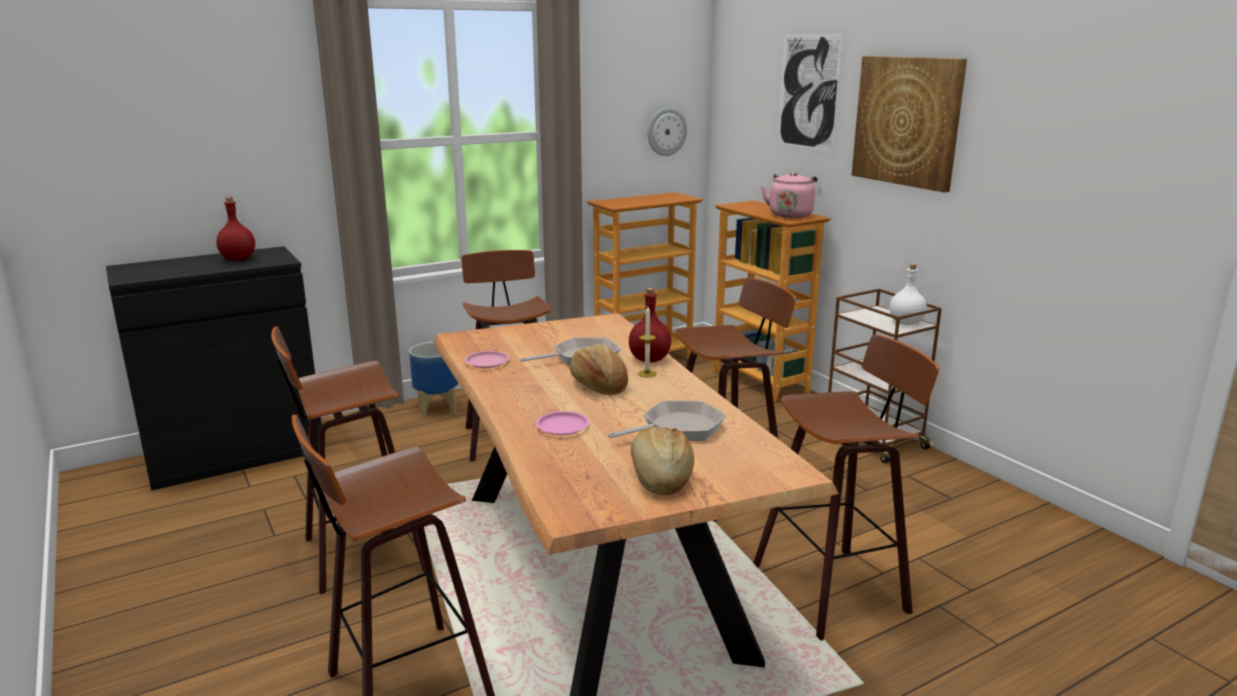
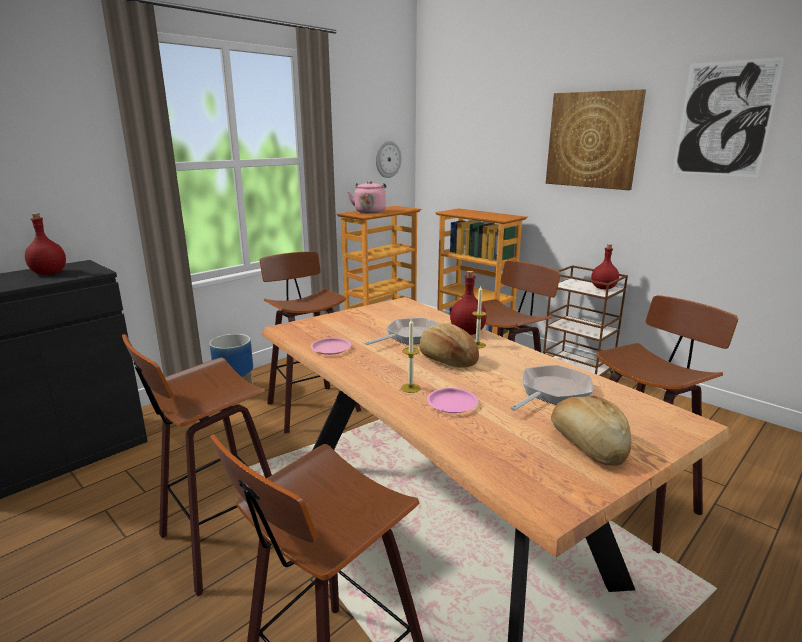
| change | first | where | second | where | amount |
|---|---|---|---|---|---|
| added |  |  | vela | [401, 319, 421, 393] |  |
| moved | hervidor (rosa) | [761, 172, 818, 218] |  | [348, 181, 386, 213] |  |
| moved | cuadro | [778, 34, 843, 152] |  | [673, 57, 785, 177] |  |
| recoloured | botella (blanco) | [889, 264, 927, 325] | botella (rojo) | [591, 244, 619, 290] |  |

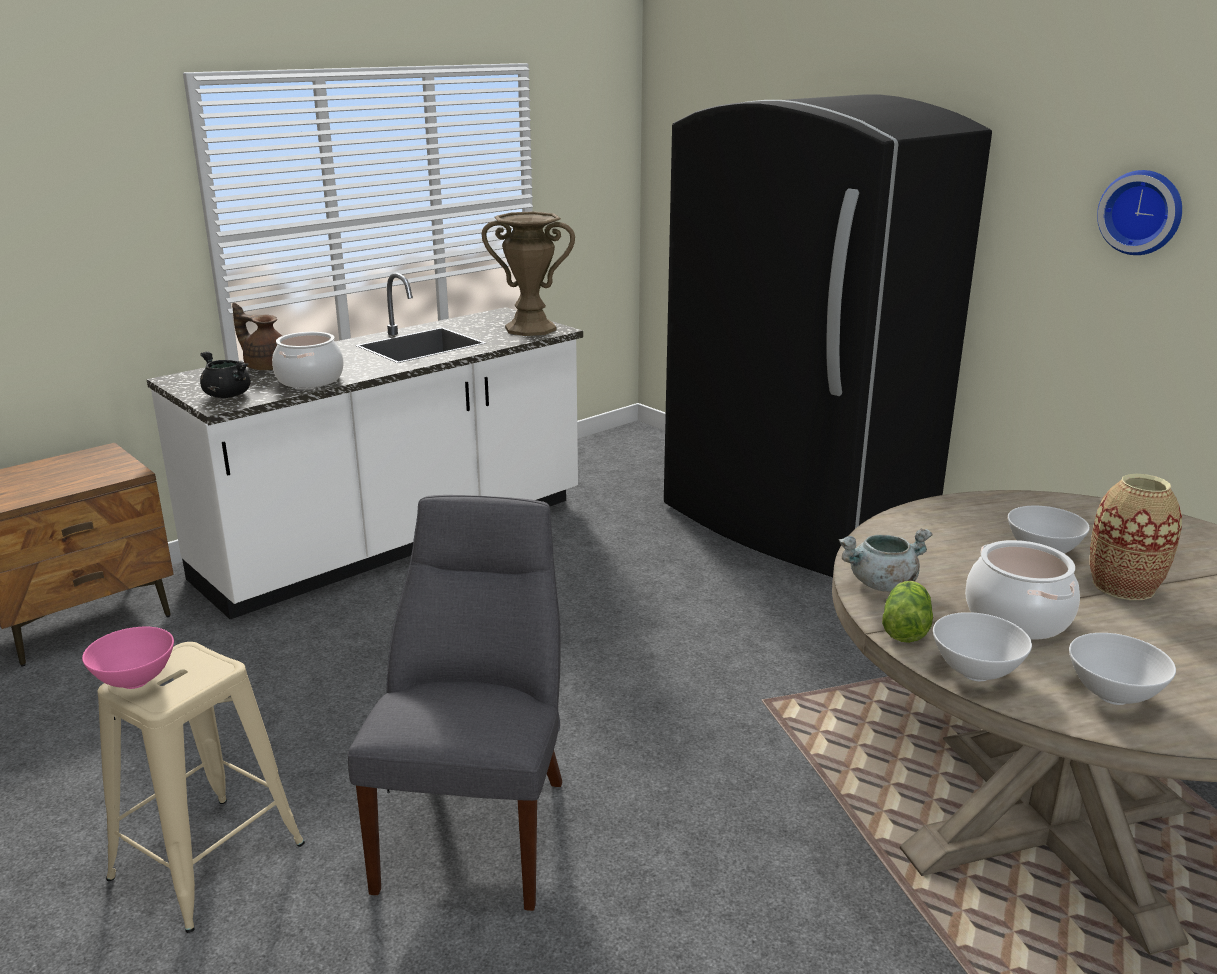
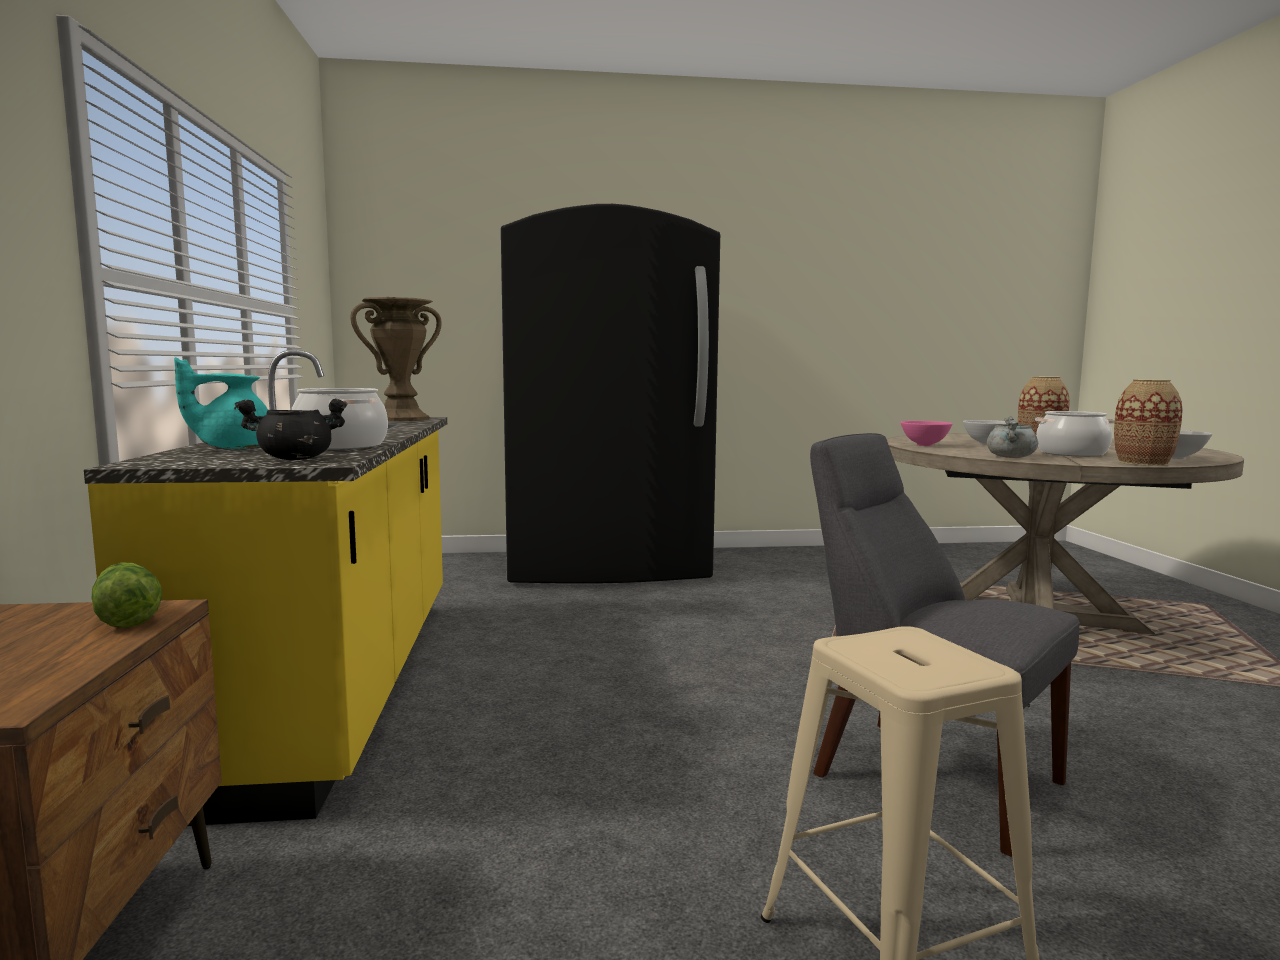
| change | first | where | second | where | amount |
|---|---|---|---|---|---|
| removed | reloj de pared | [1097, 170, 1182, 255] |  |  |  |
| moved | cuenco (rosa) | [82, 627, 174, 689] |  | [900, 421, 953, 446] |  |
| moved | lechuga | [882, 581, 933, 643] |  | [91, 563, 162, 628] |  |
| replaced | cuenco (blanco) | [933, 612, 1032, 681] | florero | [1114, 379, 1183, 466] |  |
| recoloured | mueble bajo de cocina (blanco) | [147, 273, 583, 619] | mueble bajo de cocina (amarillo) | [84, 350, 447, 826] |  |
| recoloured | tetera (marrón) | [232, 303, 282, 370] | tetera (turquesa) | [174, 357, 268, 449] |  |

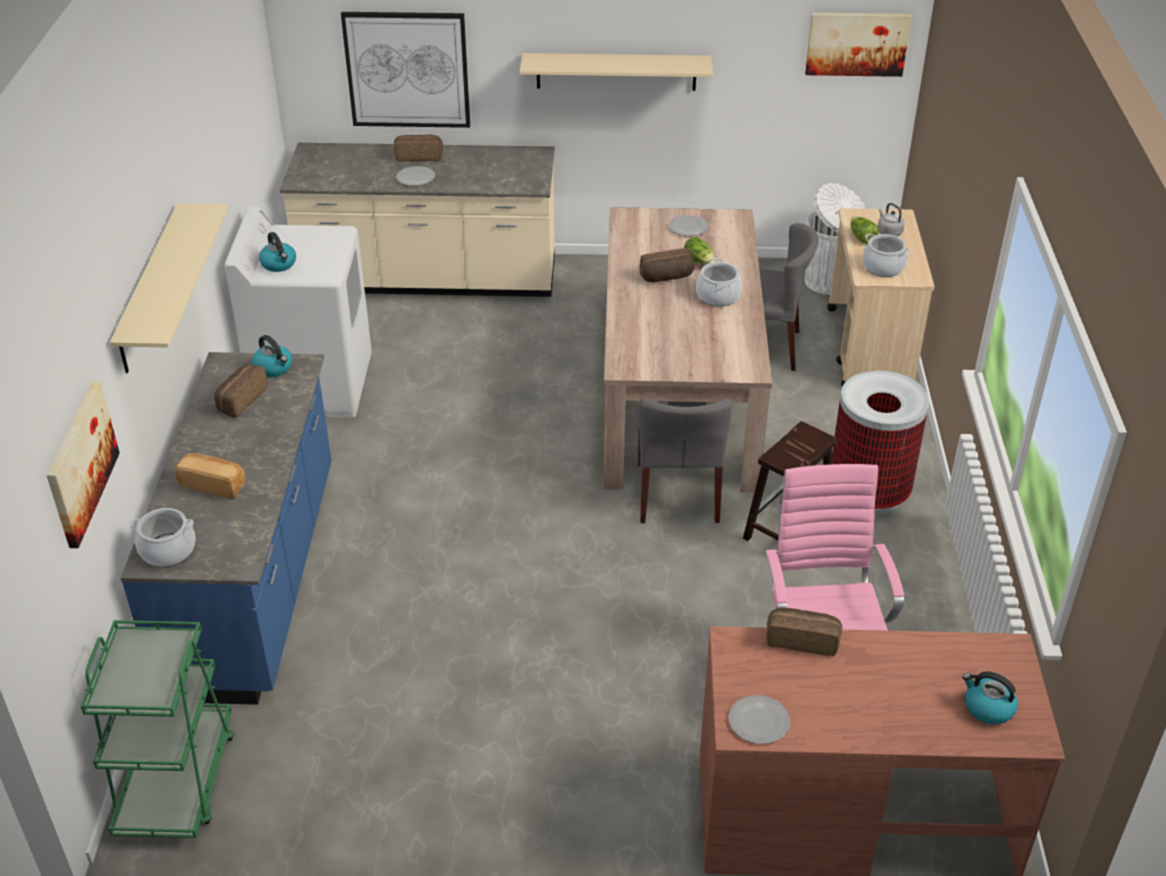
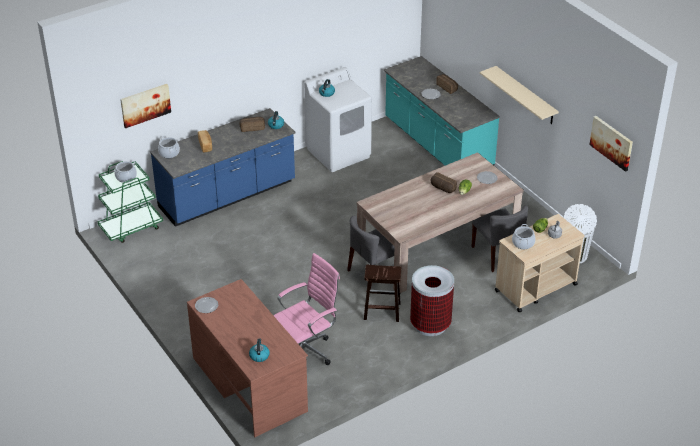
| change | first | where | second | where | amount |
|---|---|---|---|---|---|
| removed | estante (beis) | [110, 203, 229, 373] |  |  |  |
| removed | cuadro | [341, 12, 470, 128] |  |  |  |
| removed | pan | [766, 608, 842, 656] |  |  |  |
| moved | olla | [696, 258, 742, 306] |  | [114, 161, 137, 183] |  |
| recoloured | mueble bajo de cocina (beis) | [280, 143, 555, 297] | mueble bajo de cocina (turquesa) | [384, 56, 500, 166] |  |

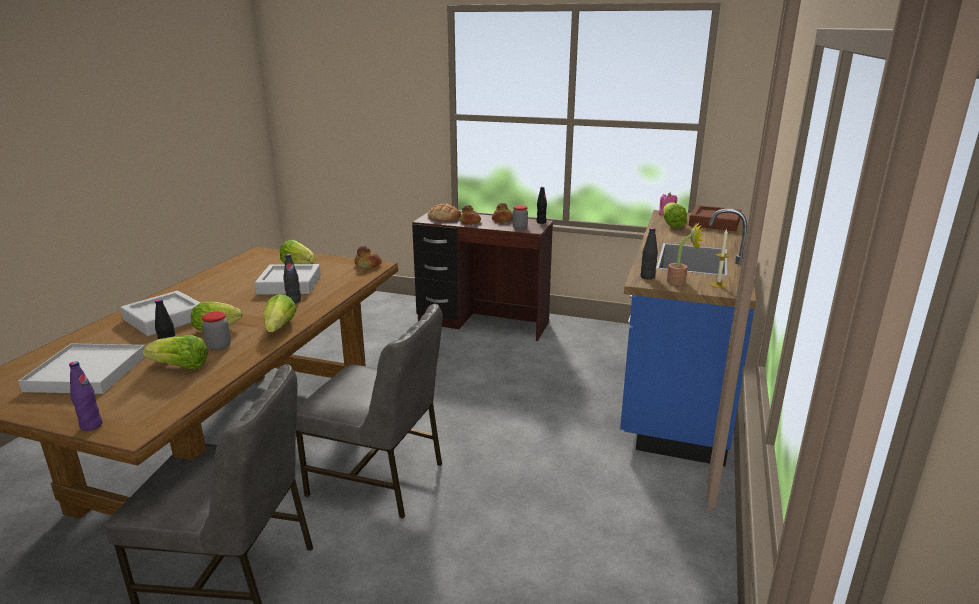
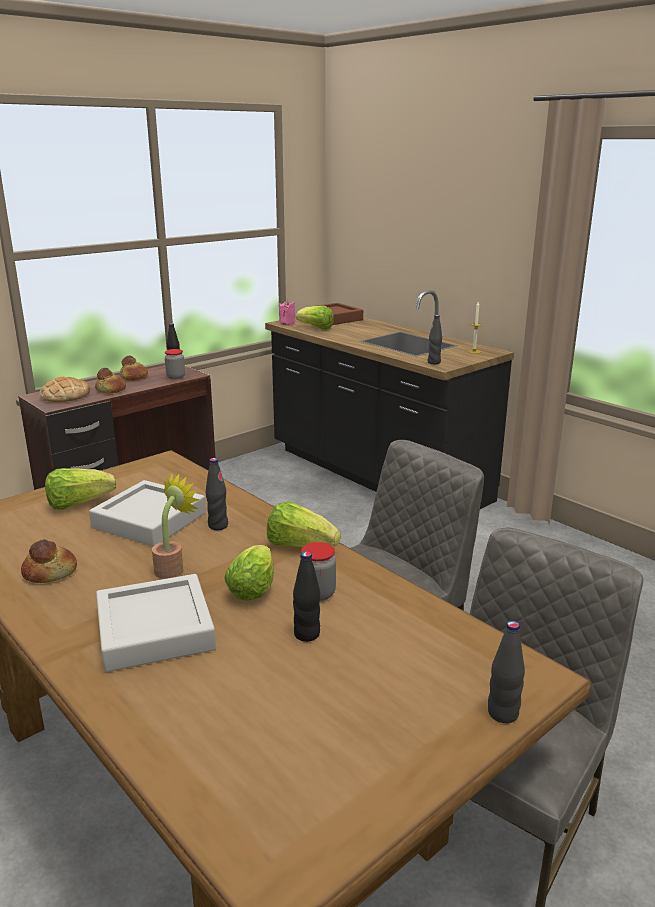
| change | first | where | second | where | amount |
|---|---|---|---|---|---|
| removed | bandeja (blanco) | [18, 344, 145, 394] |  |  |  |
| removed | lechuga | [143, 335, 208, 369] |  |  |  |
| moved | pan | [355, 246, 381, 268] |  | [21, 539, 77, 583] |  |
| moved | planta en maceta | [667, 222, 704, 285] |  | [152, 473, 200, 579] |  |
| recoloured | botella (morado) | [69, 361, 102, 431] | botella (negro) | [488, 621, 525, 723] |  |
| recoloured | mueble bajo de cocina (azul) | [620, 208, 756, 466] | mueble bajo de cocina (negro) | [265, 290, 514, 509] |  |

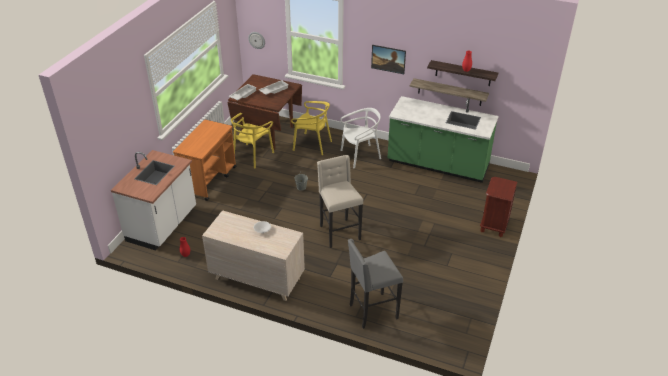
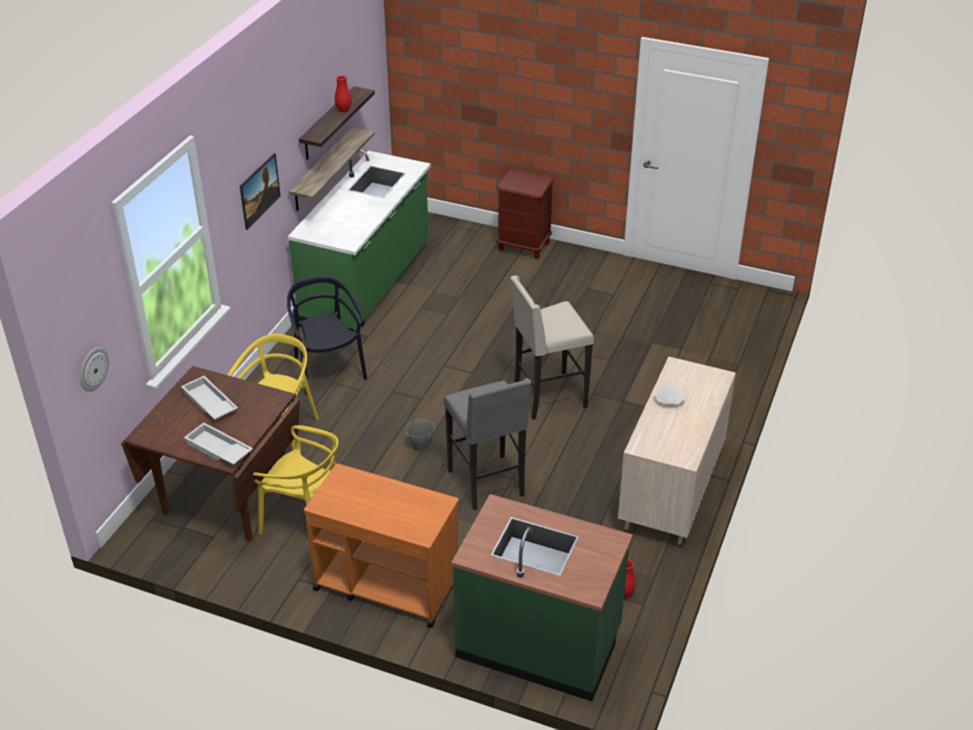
| change | first | where | second | where | amount |
|---|---|---|---|---|---|
| moved | taburete (gris) | [348, 239, 403, 329] |  | [444, 378, 531, 510] |  |
| recoloured | mueble bajo de cocina (blanco) | [111, 150, 196, 250] | mueble bajo de cocina (verde) | [451, 494, 633, 701] |  |
| recoloured | silla (blanco) | [340, 108, 381, 168] | silla (negro) | [287, 275, 367, 395] |  |

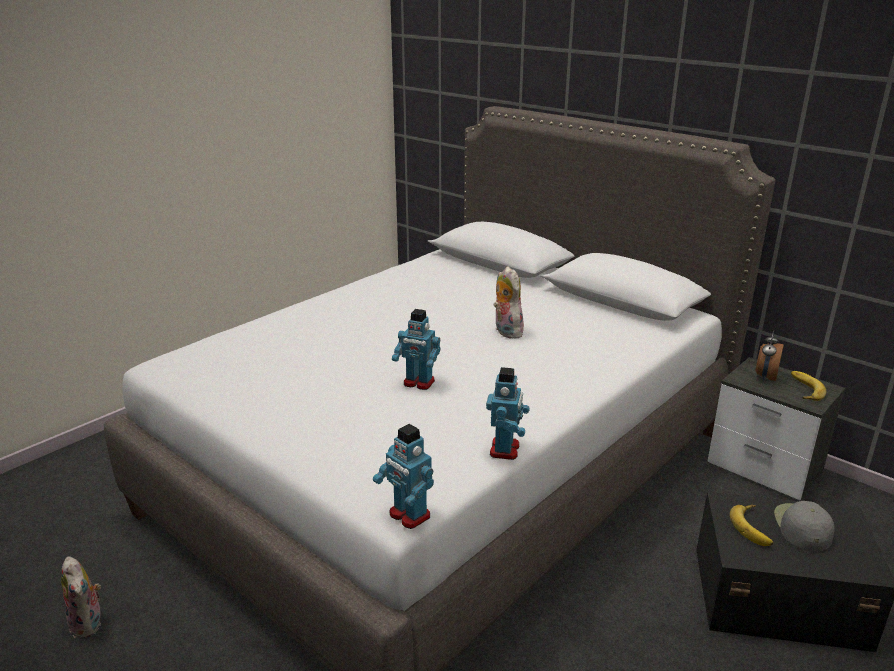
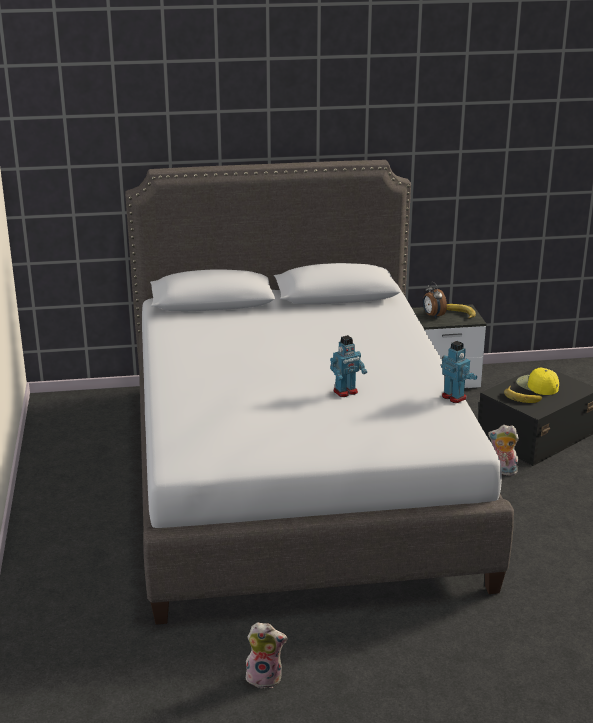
| change | first | where | second | where | amount |
|---|---|---|---|---|---|
| removed | robot de juguete | [373, 424, 434, 529] |  |  |  |
| moved | peluche | [493, 266, 525, 339] |  | [488, 425, 519, 476] |  |
| recoloured | gorra (gris) | [774, 501, 834, 552] | gorra (amarillo) | [516, 368, 559, 395] |  |

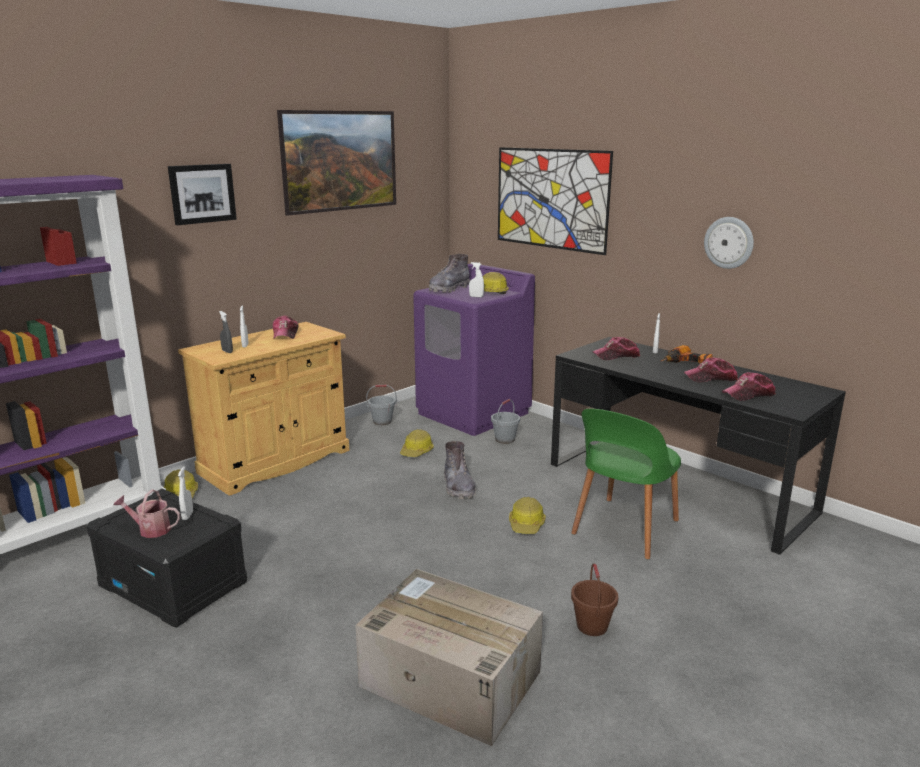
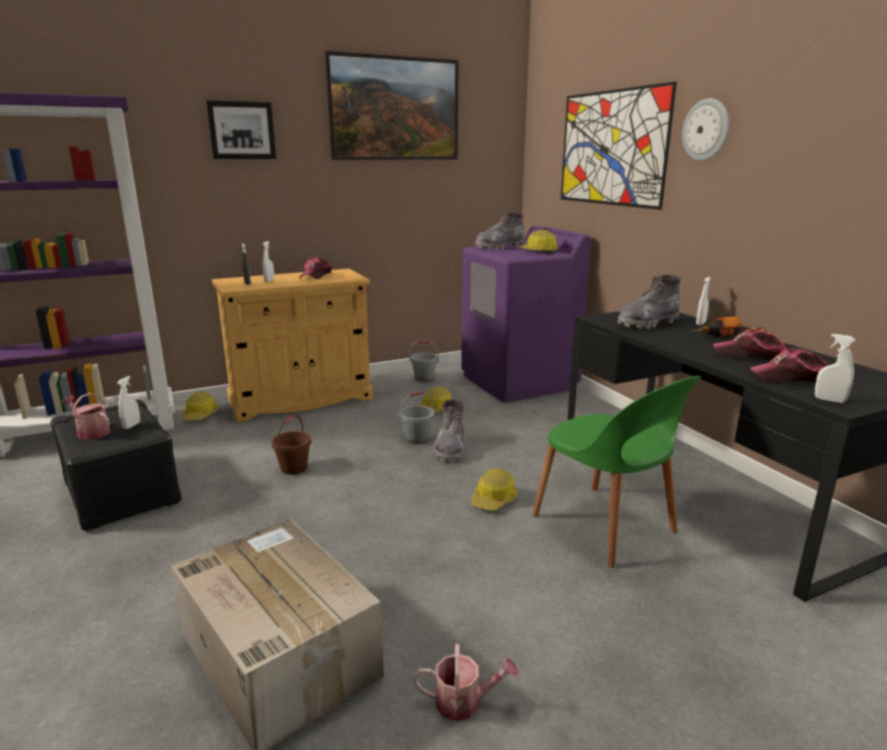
| change | first | where | second | where | amount |
|---|---|---|---|---|---|
| added |  |  | regadera | [413, 644, 519, 721] |  |
| moved | pulverizador (blanco) | [469, 262, 484, 298] |  | [815, 334, 855, 403] |  |
| moved | cubo (gris) | [491, 399, 520, 444] |  | [399, 391, 434, 444] |  |
| moved | cubo (marrón) | [571, 563, 618, 636] |  | [271, 415, 311, 475] |  |
| moved | reloj de pared | [704, 217, 754, 269] |  | [682, 98, 729, 161] |  |
| replaced | gorra | [592, 337, 640, 360] | bota (gris) | [618, 275, 681, 329] |  |
| turned | silla (verde) | [571, 409, 681, 559] |  | [532, 376, 701, 568] | 90 degrees counterclockwise |

